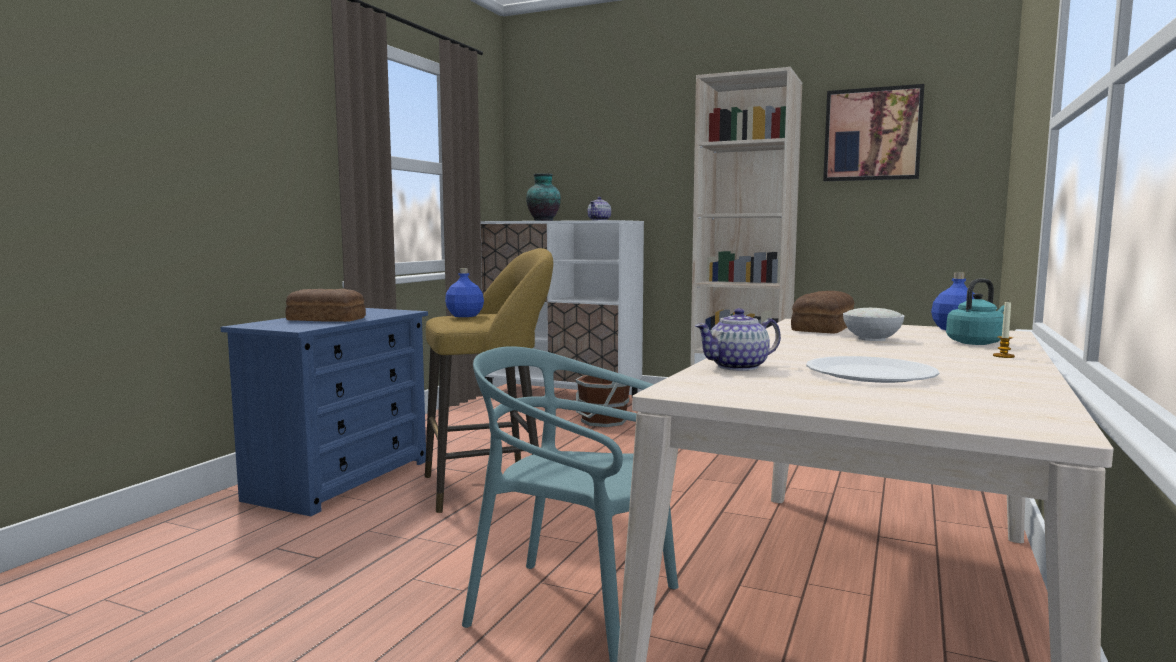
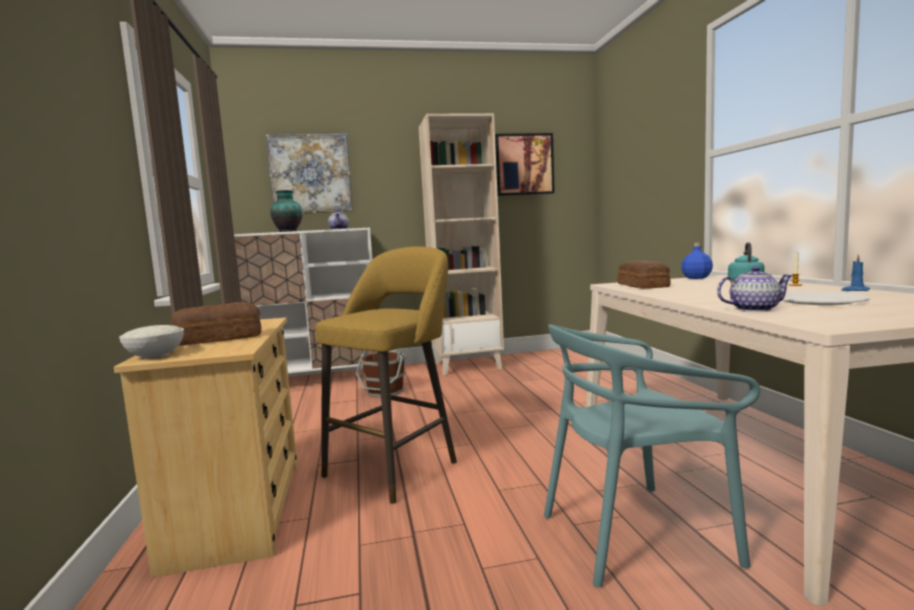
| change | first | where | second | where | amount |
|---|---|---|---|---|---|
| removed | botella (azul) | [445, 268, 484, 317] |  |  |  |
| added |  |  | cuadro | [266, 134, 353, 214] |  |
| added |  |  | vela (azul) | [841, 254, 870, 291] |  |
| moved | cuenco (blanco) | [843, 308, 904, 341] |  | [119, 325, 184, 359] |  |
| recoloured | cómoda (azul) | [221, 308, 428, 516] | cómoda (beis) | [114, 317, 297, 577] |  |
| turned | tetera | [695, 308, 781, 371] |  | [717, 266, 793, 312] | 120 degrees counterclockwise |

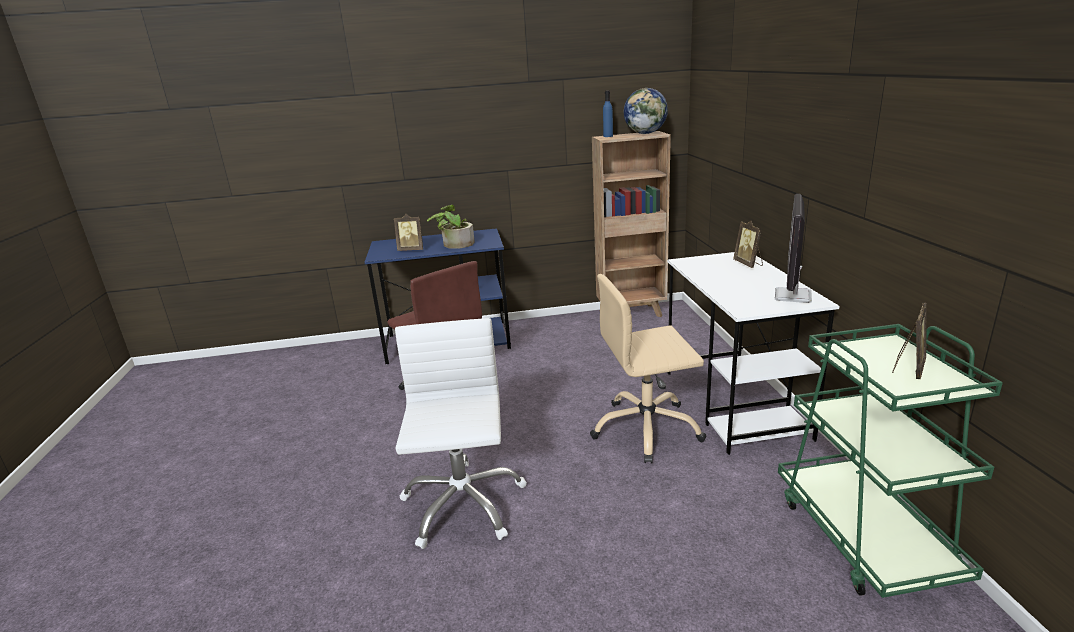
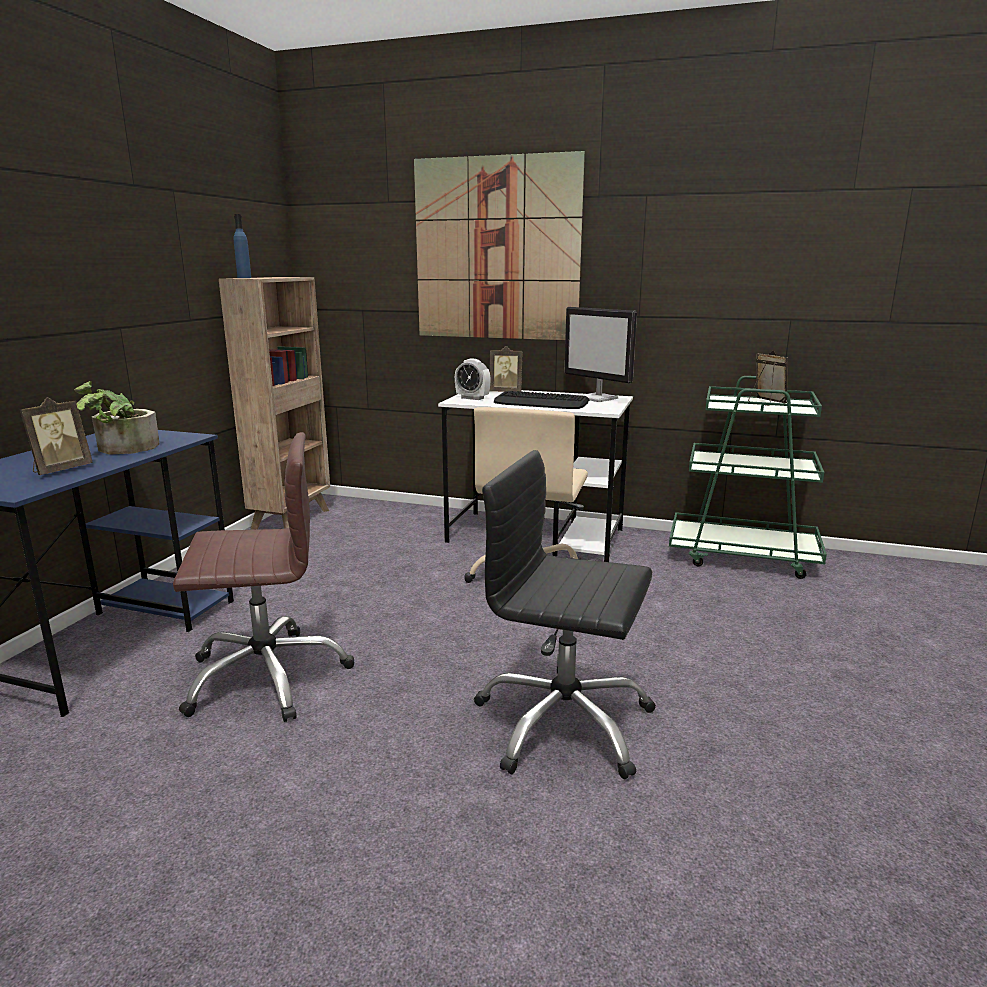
| change | first | where | second | where | amount |
|---|---|---|---|---|---|
| removed | globo terráqueo | [624, 88, 668, 134] |  |  |  |
| added |  |  | cuadro | [414, 151, 585, 340] |  |
| added |  |  | despertador | [455, 359, 490, 400] |  |
| added |  |  | teclado | [494, 391, 589, 409] |  |
| recoloured | silla de oficina (blanco) | [395, 318, 527, 549] | silla de oficina (negro) | [474, 450, 656, 779] |  |

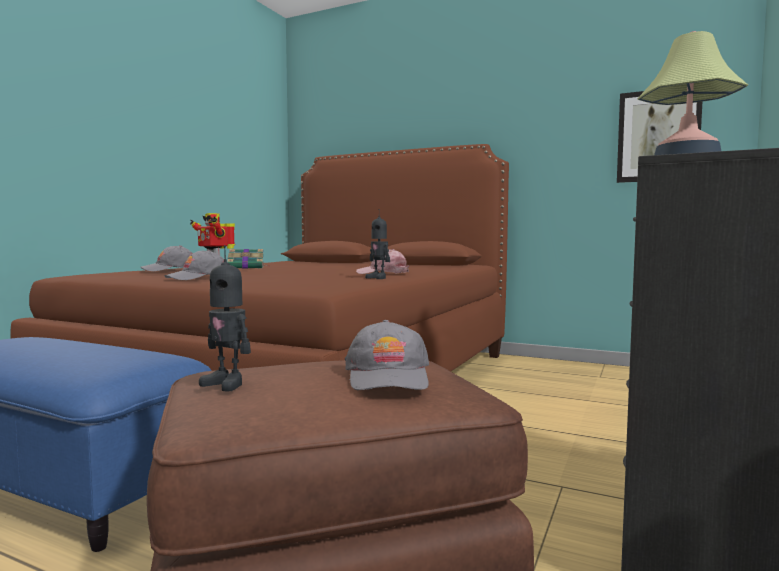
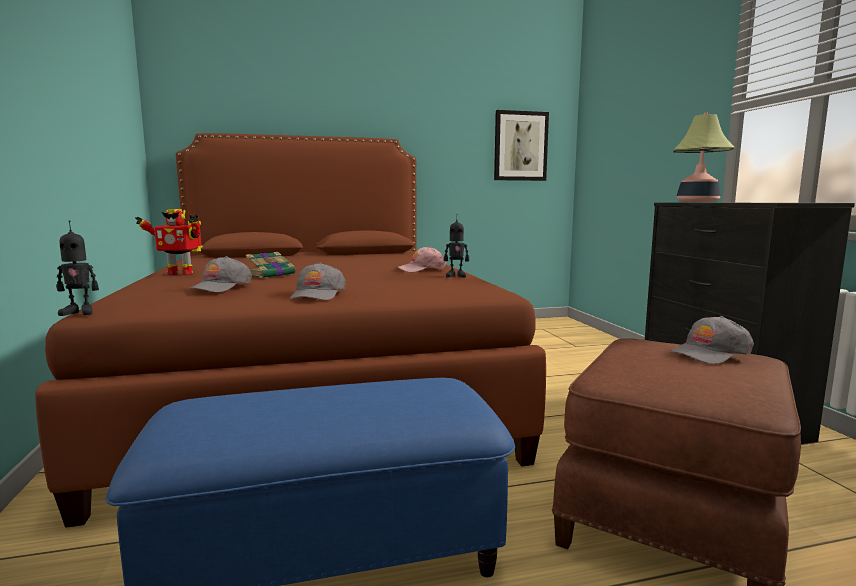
| change | first | where | second | where | amount |
|---|---|---|---|---|---|
| moved | robot de juguete | [199, 245, 251, 391] |  | [56, 220, 99, 316] |  |
| turned | gorra (gris) | [345, 320, 429, 391] |  | [670, 316, 754, 364] | 105 degrees clockwise |

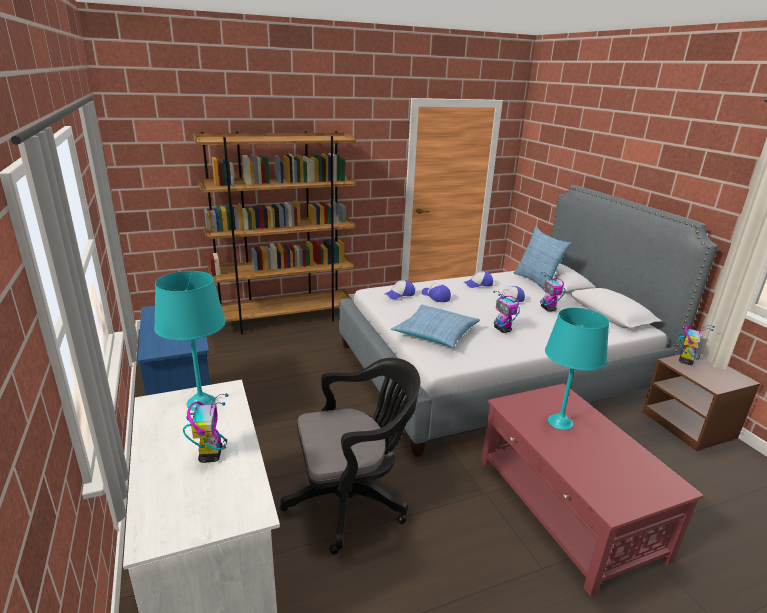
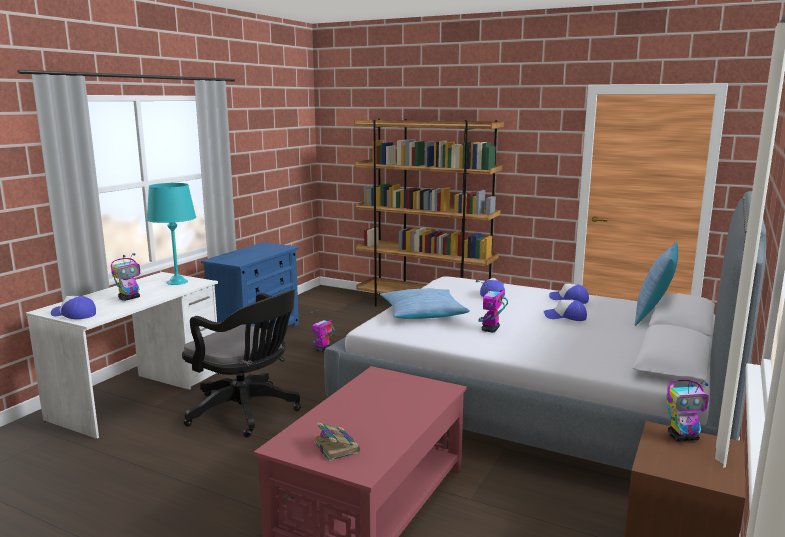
| change | first | where | second | where | amount |
|---|---|---|---|---|---|
| removed | lámpara de mesa (turquesa) | [545, 308, 609, 430] |  |  |  |
| added |  |  | libro | [314, 422, 360, 461] |  |
| moved | gorra | [385, 280, 415, 299] |  | [51, 296, 96, 319] |  |
| moved | robot de juguete | [540, 272, 565, 311] |  | [311, 310, 334, 352] |  |

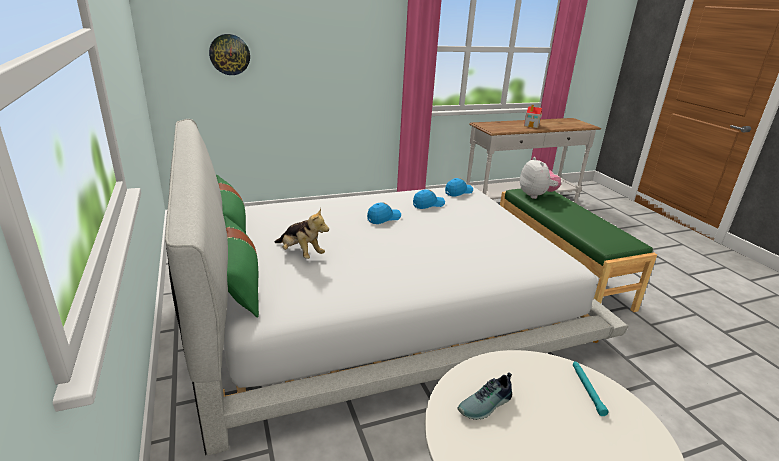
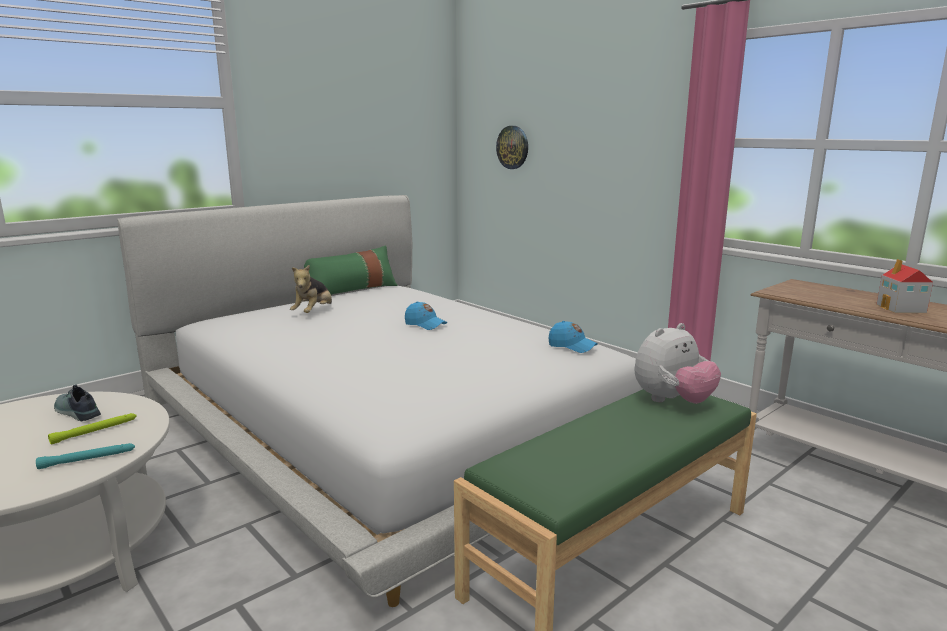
| change | first | where | second | where | amount |
|---|---|---|---|---|---|
| removed | cojín (verde) | [224, 215, 259, 318] |  |  |  |
| removed | gorra (azul) | [413, 189, 445, 209] |  |  |  |
| added |  |  | linterna (verde) | [48, 413, 137, 444] |  |

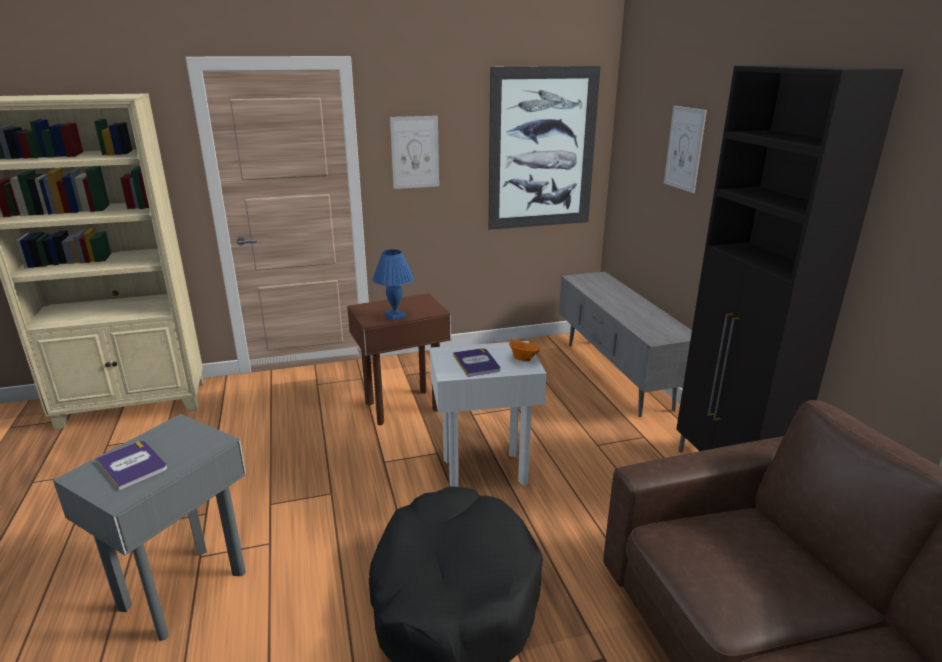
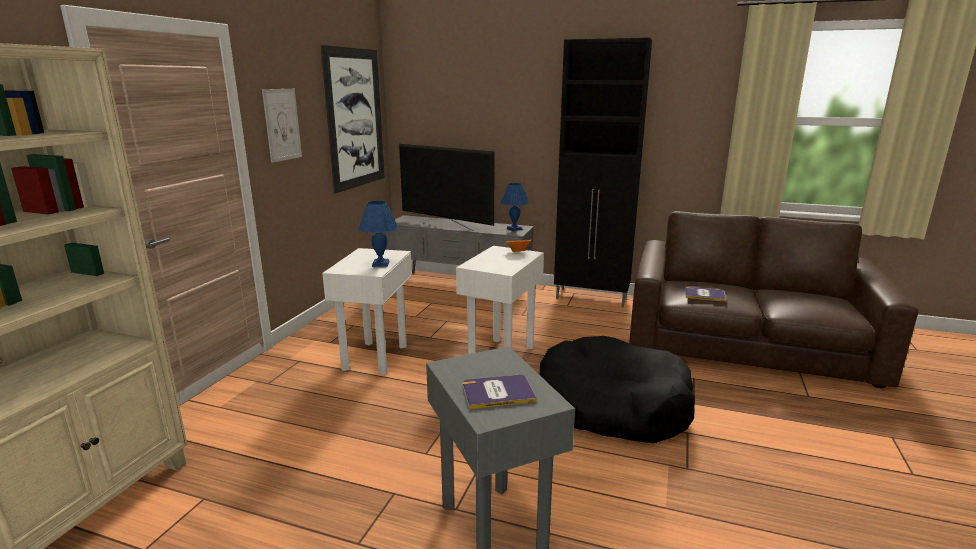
| change | first | where | second | where | amount |
|---|---|---|---|---|---|
| removed | cuadro | [664, 106, 707, 193] |  |  |  |
| added |  |  | televisor | [399, 144, 495, 232] |  |
| added |  |  | lámpara de mesa (azul) | [501, 183, 529, 231] |  |
| moved | libro | [453, 348, 500, 377] |  | [685, 287, 726, 302] |  |
| recoloured | mesa auxiliar (marrón) | [347, 293, 451, 425] | mesa auxiliar (blanco) | [322, 248, 412, 375] |  |

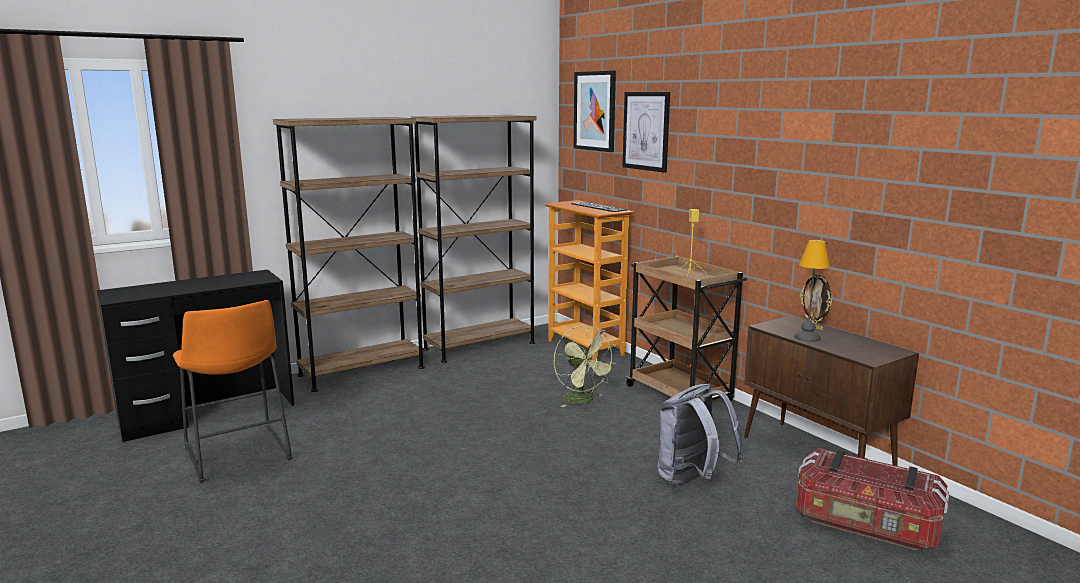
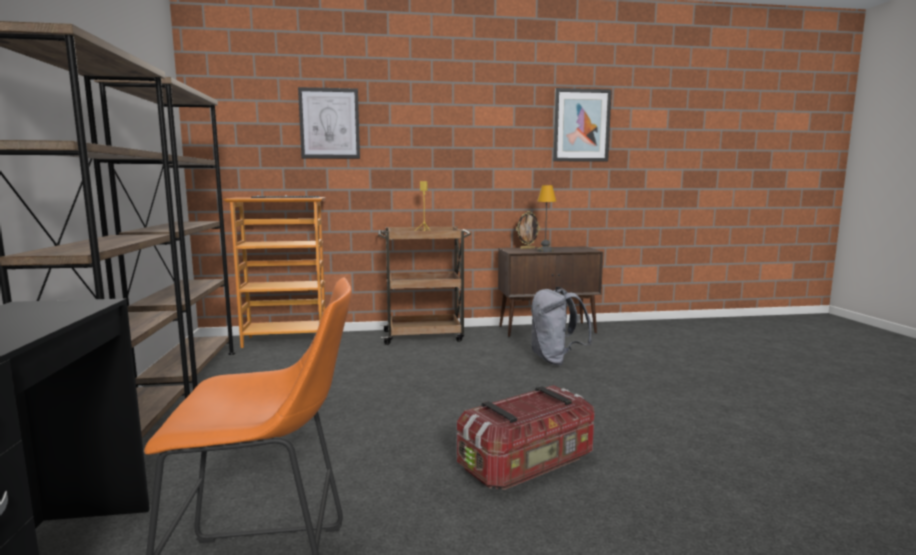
| change | first | where | second | where | amount |
|---|---|---|---|---|---|
| removed | ventilador (verde) | [554, 325, 617, 407] |  |  |  |
| moved | cuadro | [574, 71, 616, 152] |  | [553, 88, 612, 162] |  |
| moved | caja de almacenaje | [796, 448, 949, 550] |  | [457, 385, 594, 490] |  |

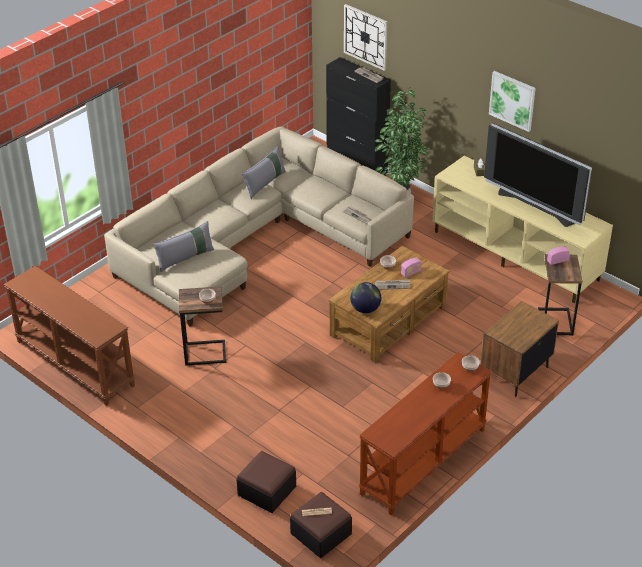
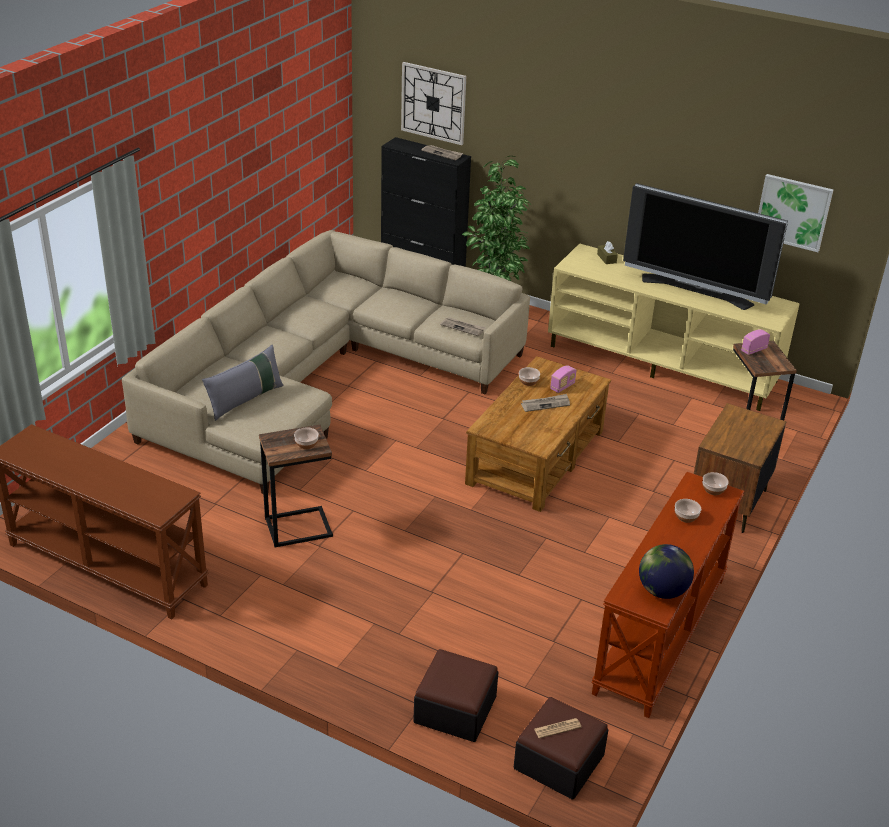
| change | first | where | second | where | amount |
|---|---|---|---|---|---|
| removed | cojín (gris) | [242, 146, 286, 199] |  |  |  |
| moved | globo terráqueo | [350, 282, 381, 313] |  | [639, 544, 694, 599] |  |
| moved | cuadro | [489, 71, 536, 132] |  | [758, 174, 833, 252] |  |

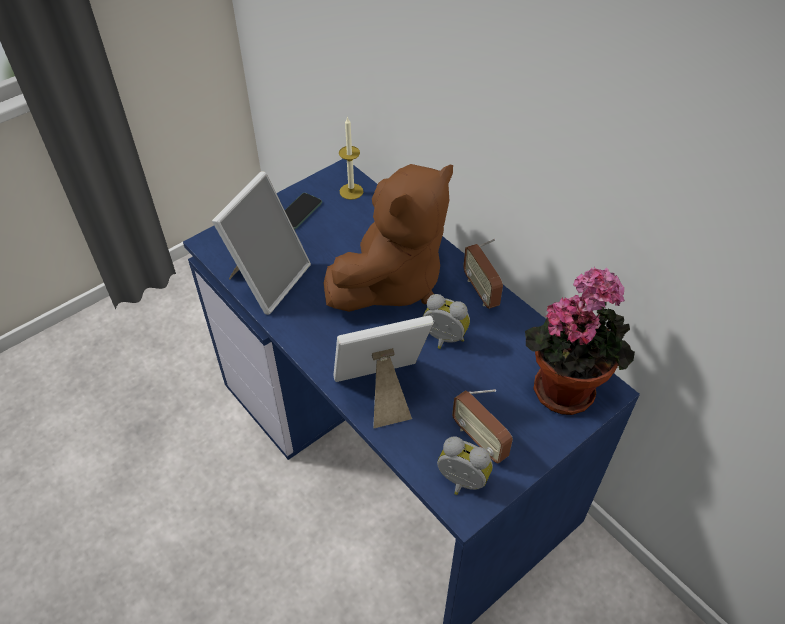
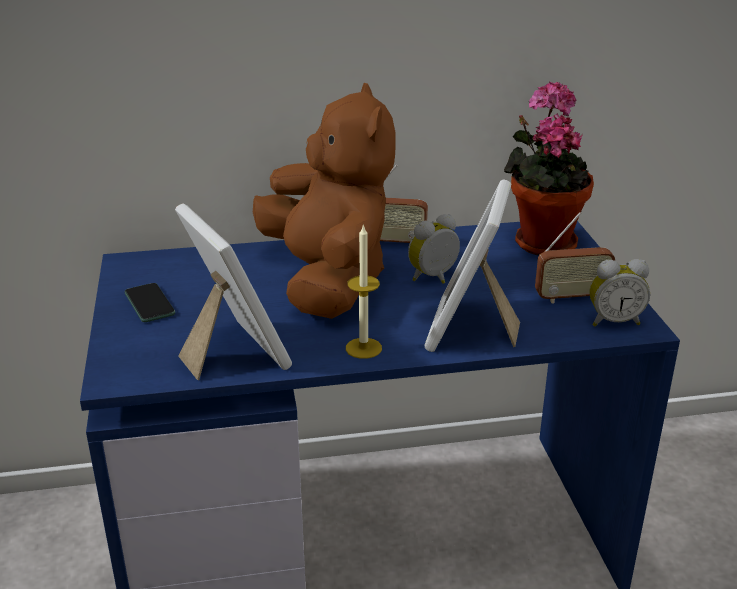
| change | first | where | second | where | amount |
|---|---|---|---|---|---|
| moved | vela | [339, 116, 363, 200] |  | [346, 224, 382, 359] |  |
| turned | despertador | [437, 436, 493, 495] |  | [590, 259, 650, 326] | 150 degrees counterclockwise |

